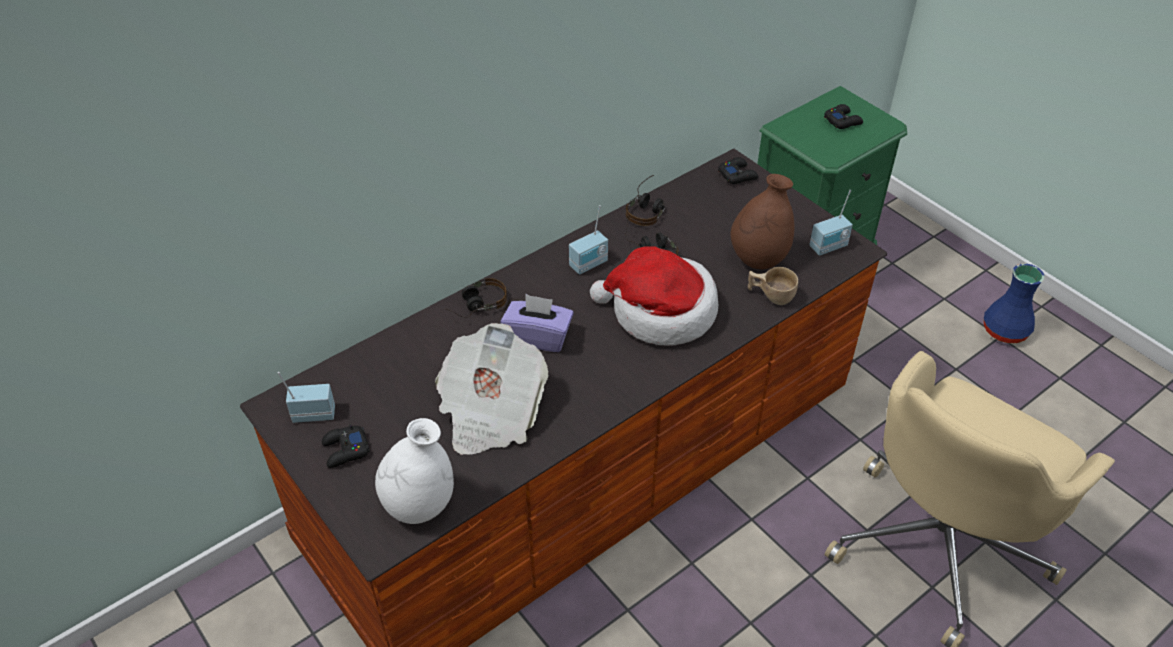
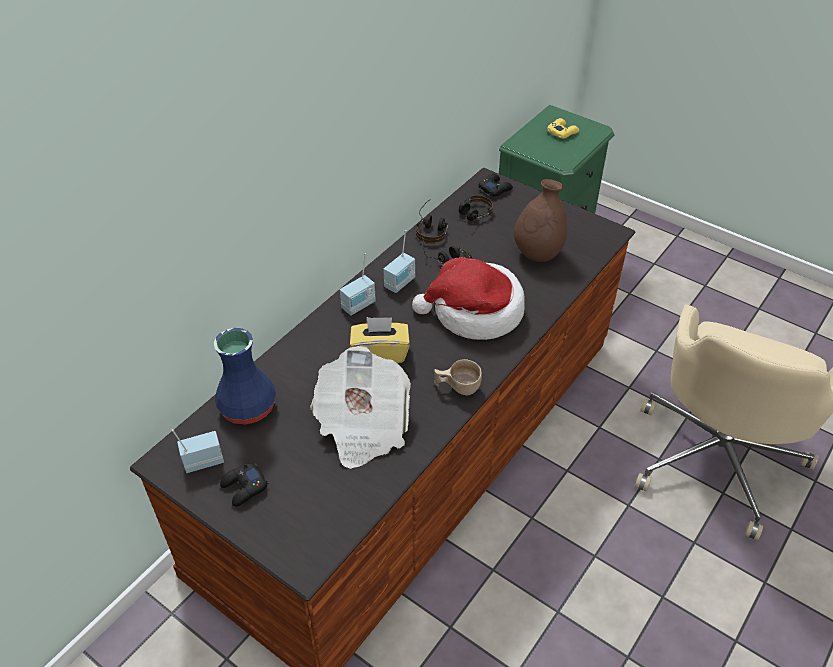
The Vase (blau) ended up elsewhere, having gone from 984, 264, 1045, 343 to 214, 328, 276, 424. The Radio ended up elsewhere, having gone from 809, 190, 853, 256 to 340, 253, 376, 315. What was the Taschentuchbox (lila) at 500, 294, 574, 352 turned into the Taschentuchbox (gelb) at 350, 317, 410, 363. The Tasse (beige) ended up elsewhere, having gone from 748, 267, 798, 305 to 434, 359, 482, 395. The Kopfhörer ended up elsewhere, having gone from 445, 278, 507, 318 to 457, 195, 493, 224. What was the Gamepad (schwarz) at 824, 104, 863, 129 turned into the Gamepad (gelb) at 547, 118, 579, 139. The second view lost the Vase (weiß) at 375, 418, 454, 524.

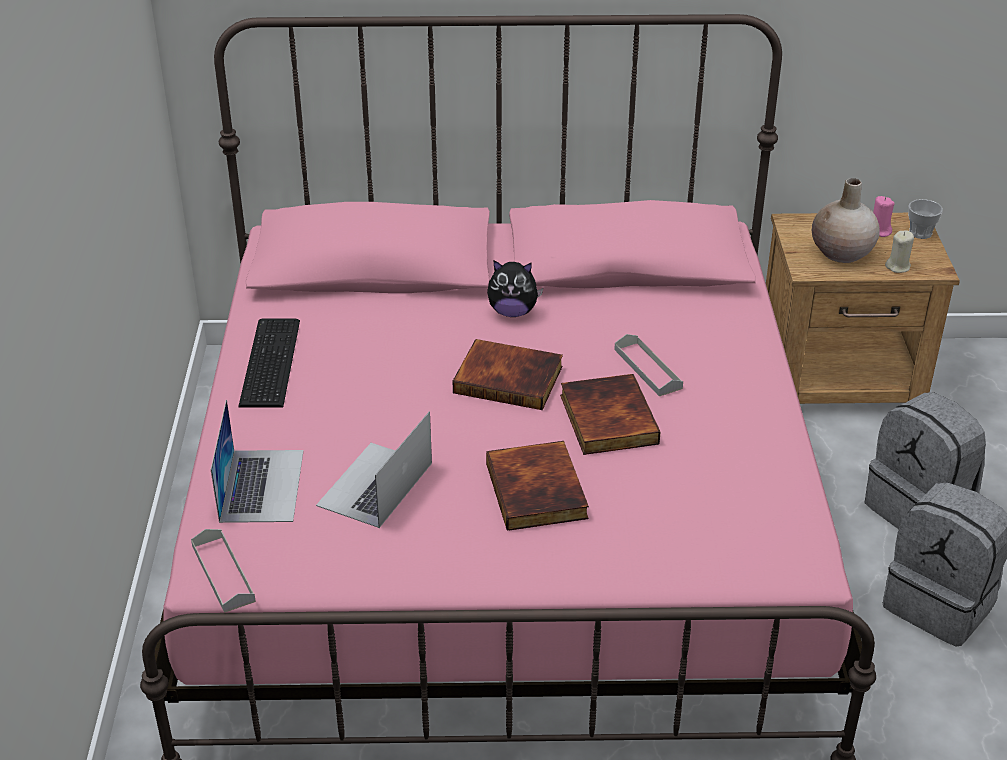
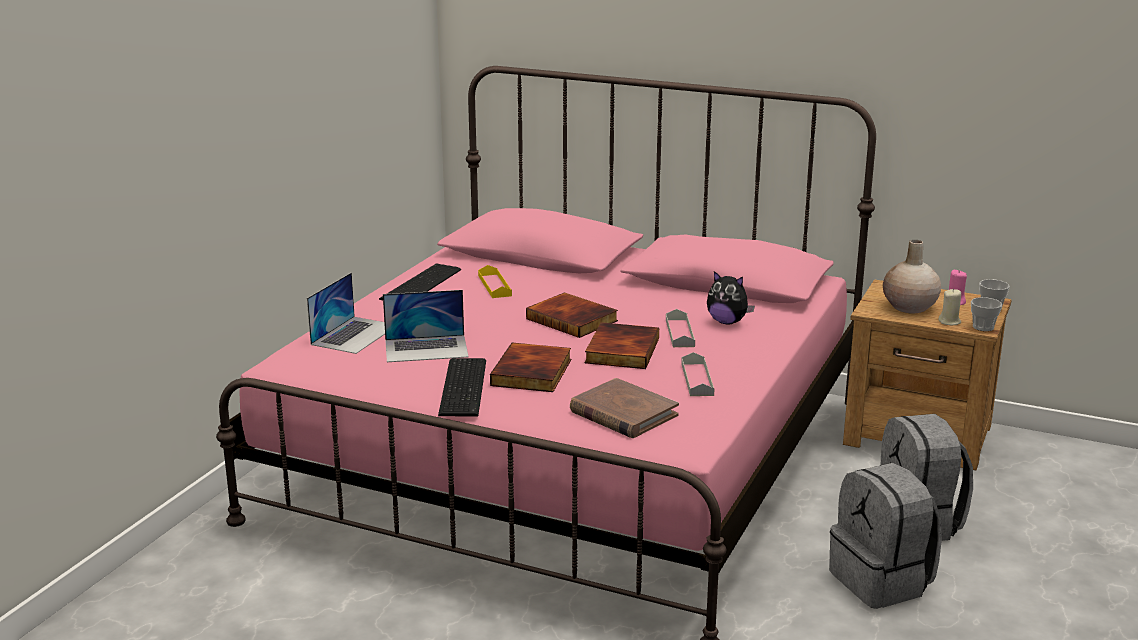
The Laptop at 316, 411, 432, 528 ended up facing another way, 150 degrees counterclockwise from before. The second view gained the Tastatur at 438, 358, 486, 416. The second view gained the Tablett (gelb) at 478, 265, 512, 298. The second view gained the Buch (braun) at 570, 378, 679, 438. The Tablett (grau) ended up elsewhere, having gone from 191, 529, 256, 613 to 681, 352, 715, 396. The Plüschtier ended up elsewhere, having gone from 487, 260, 543, 317 to 707, 271, 755, 324. The second view gained the Tasse at 971, 297, 1002, 331.

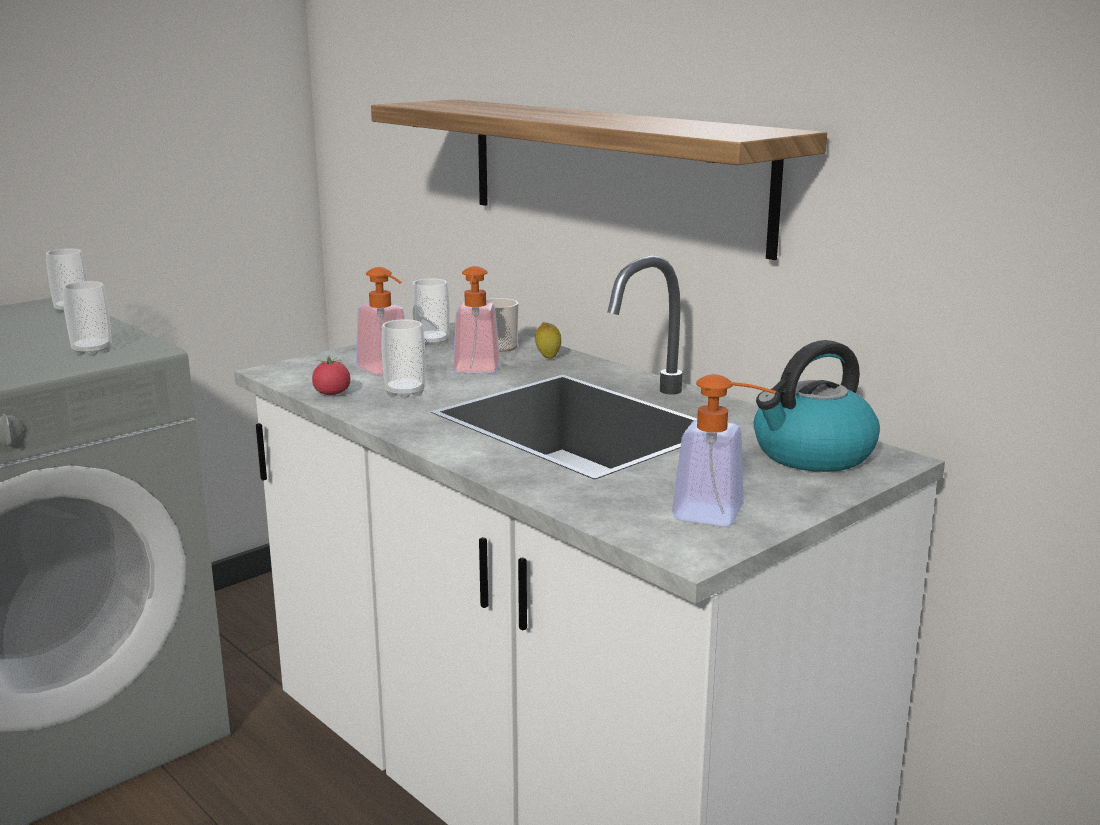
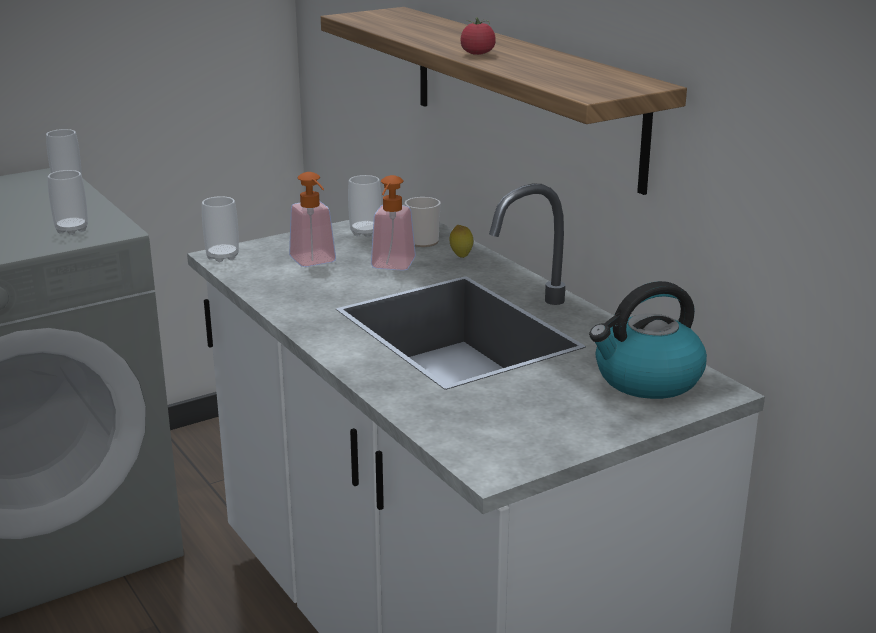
The Tasse ended up elsewhere, having gone from 381, 319, 426, 399 to 202, 196, 239, 262. The Tomate ended up elsewhere, having gone from 312, 356, 350, 395 to 460, 17, 496, 55. The second view lost the Seifenspender at 672, 374, 776, 526.

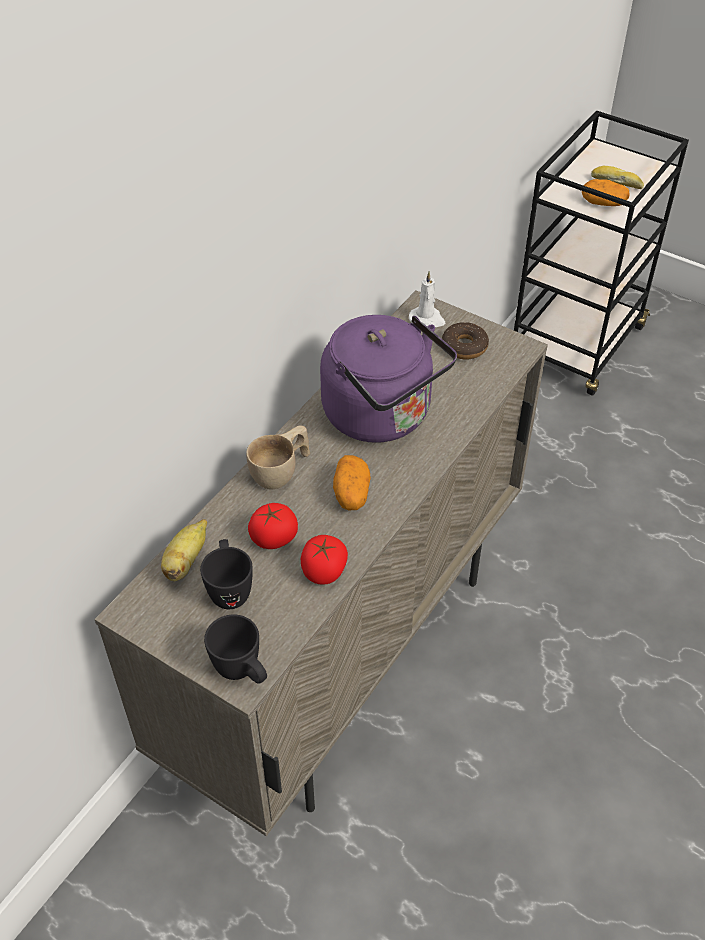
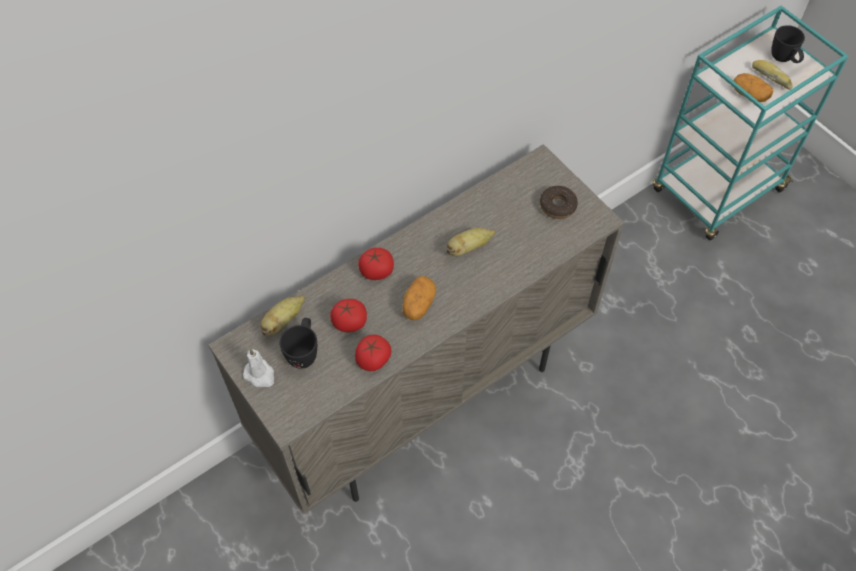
The Kerze (weiß) ended up elsewhere, having gone from 409, 271, 445, 327 to 243, 348, 274, 387. Where the Tasse (beige) stood at 246, 425, 310, 490, the Tomate came to stand at 358, 248, 394, 280. Where the Wasserkessel (lila) stood at 320, 315, 457, 443, the Banane came to stand at 447, 228, 496, 256. What was the Rollwagen (schwarz) at 514, 110, 689, 396 turned into the Rollwagen (türkis) at 652, 5, 849, 240. The Henkelbecher (schwarz) ended up elsewhere, having gone from 204, 614, 267, 684 to 771, 25, 805, 63.

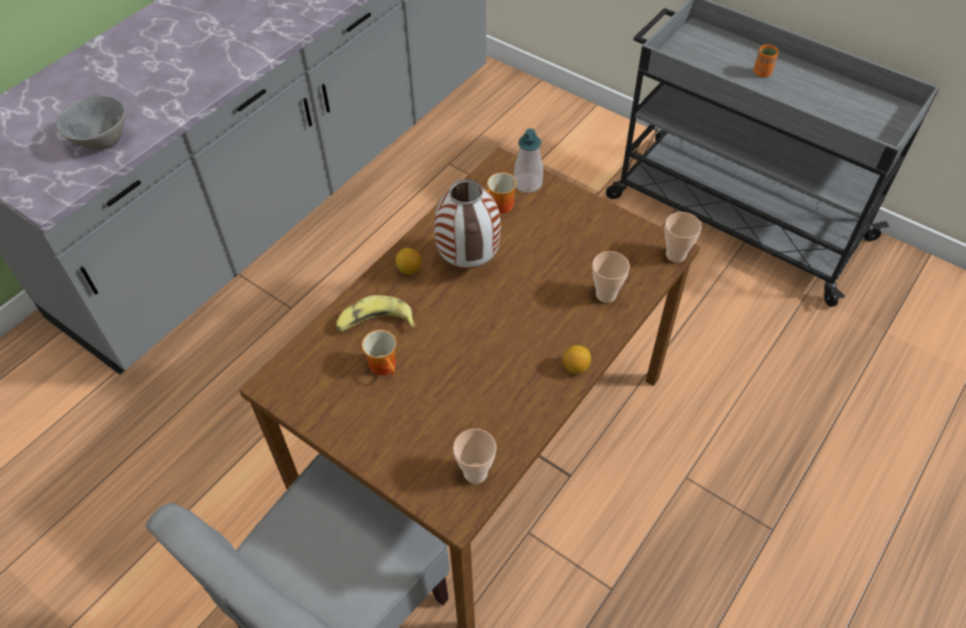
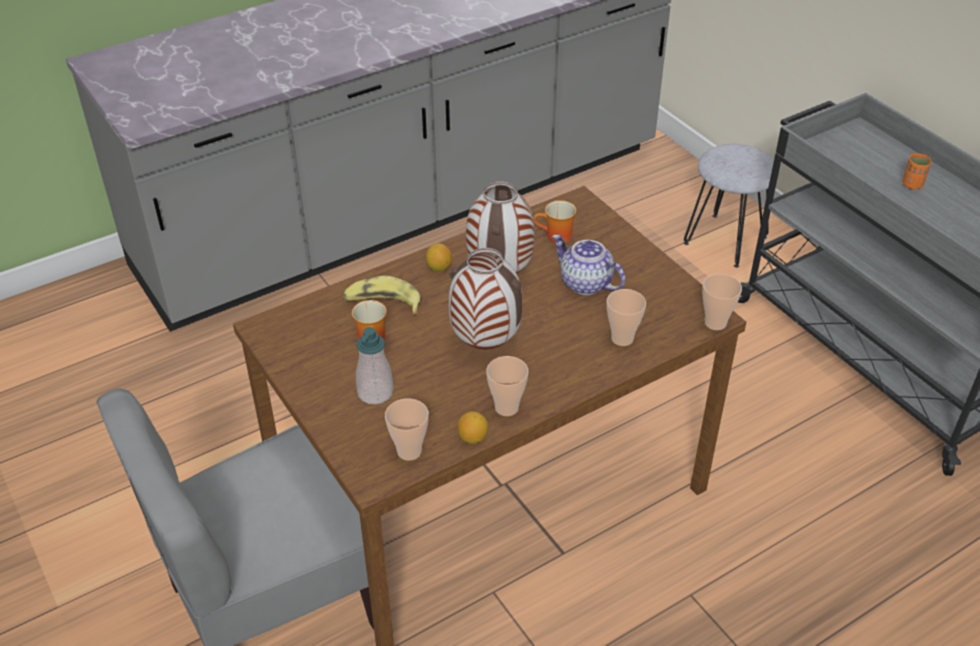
The Seifenspender ended up elsewhere, having gone from 514, 129, 543, 193 to 356, 327, 393, 405. The second view gained the Vase at 449, 248, 522, 350. The Zitrone ended up elsewhere, having gone from 563, 345, 591, 374 to 457, 411, 488, 444. The second view gained the Tasse at 486, 356, 528, 416. The second view gained the Teekanne at 552, 235, 625, 295. The second view gained the Hocker (grau) at 683, 144, 779, 268. The second view lost the Schüssel (grau) at 56, 96, 126, 150.

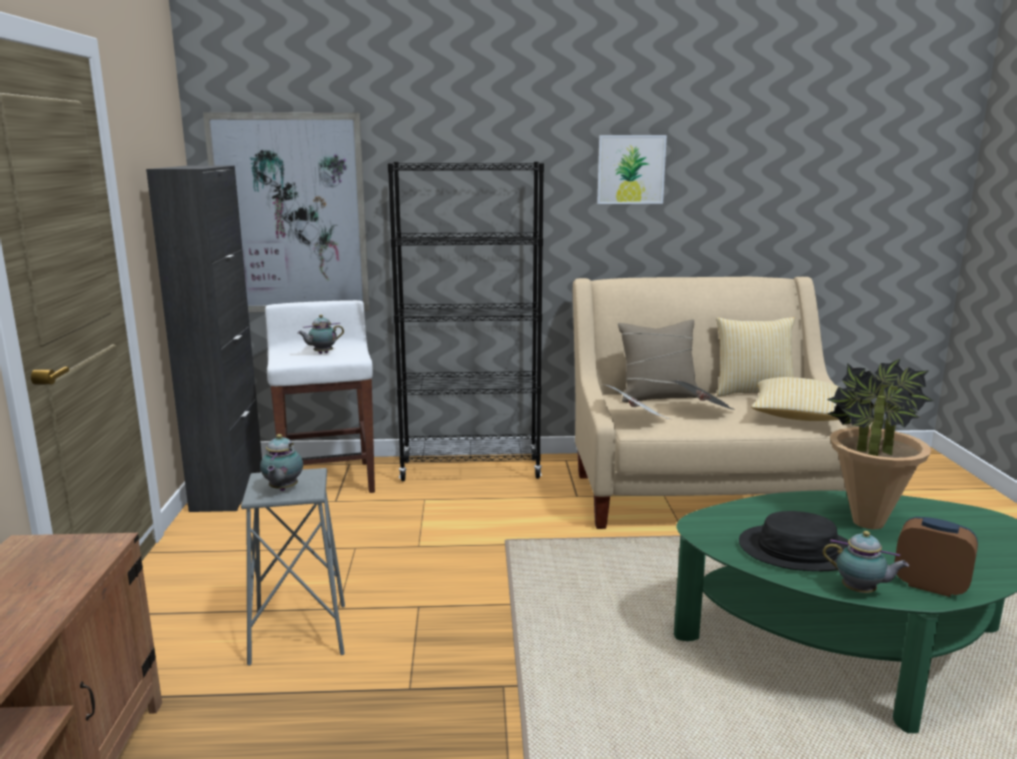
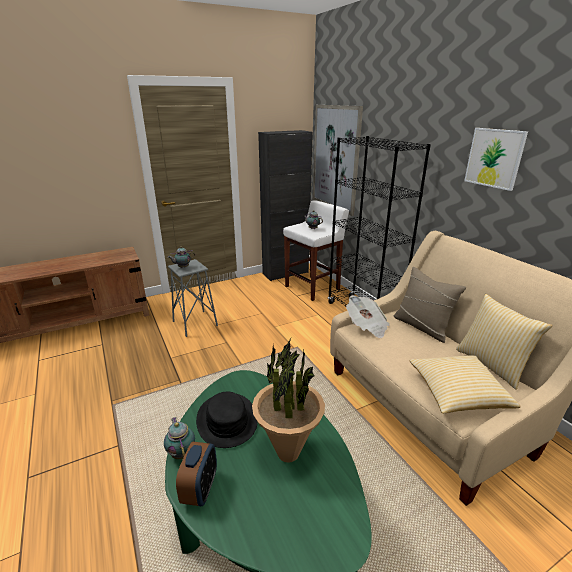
The Teekanne at 823, 531, 909, 593 ended up facing another way, 150 degrees clockwise from before. The second view lost the Zeitung at 672, 381, 736, 410.

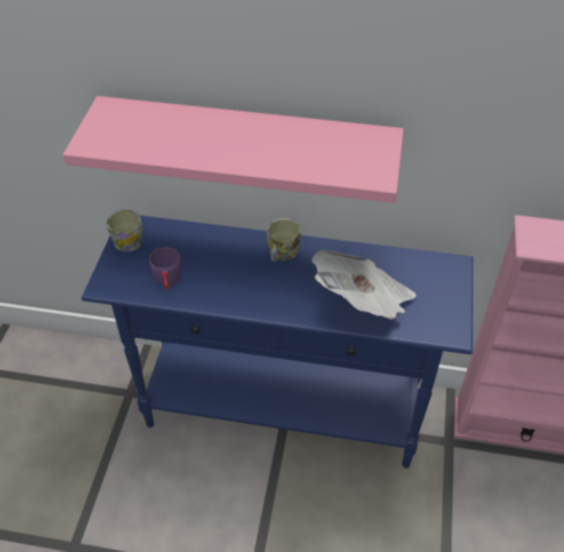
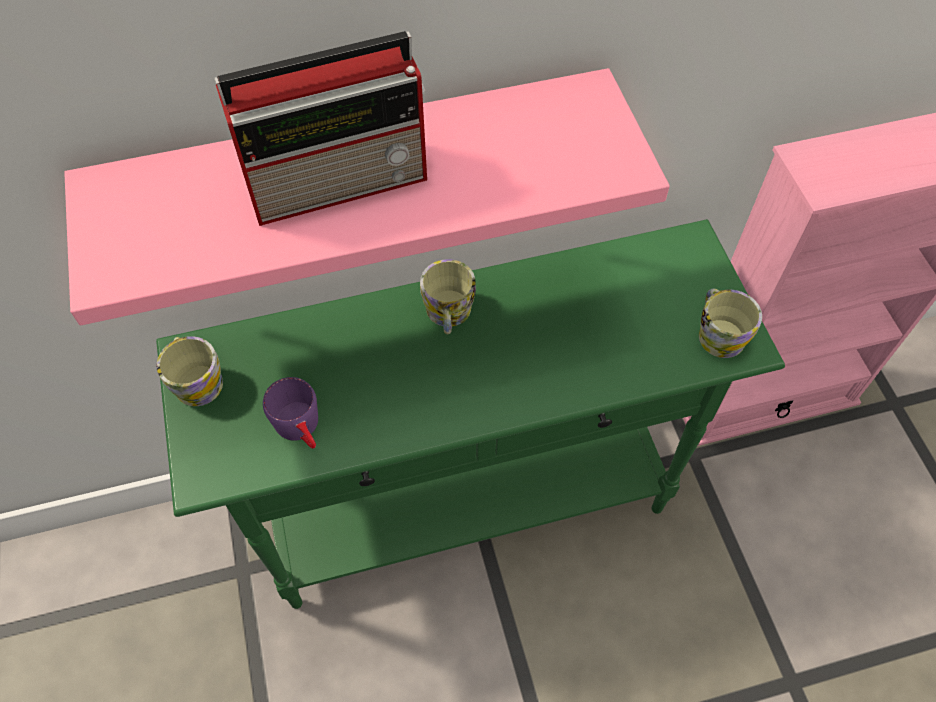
What was the Konsolentisch (blau) at 82, 215, 473, 468 turned into the Konsolentisch (grün) at 156, 219, 785, 609. The second view gained the Radio at 215, 31, 427, 226. The second view gained the Henkelbecher at 699, 289, 762, 358. The second view lost the Zeitung at 312, 250, 416, 319.

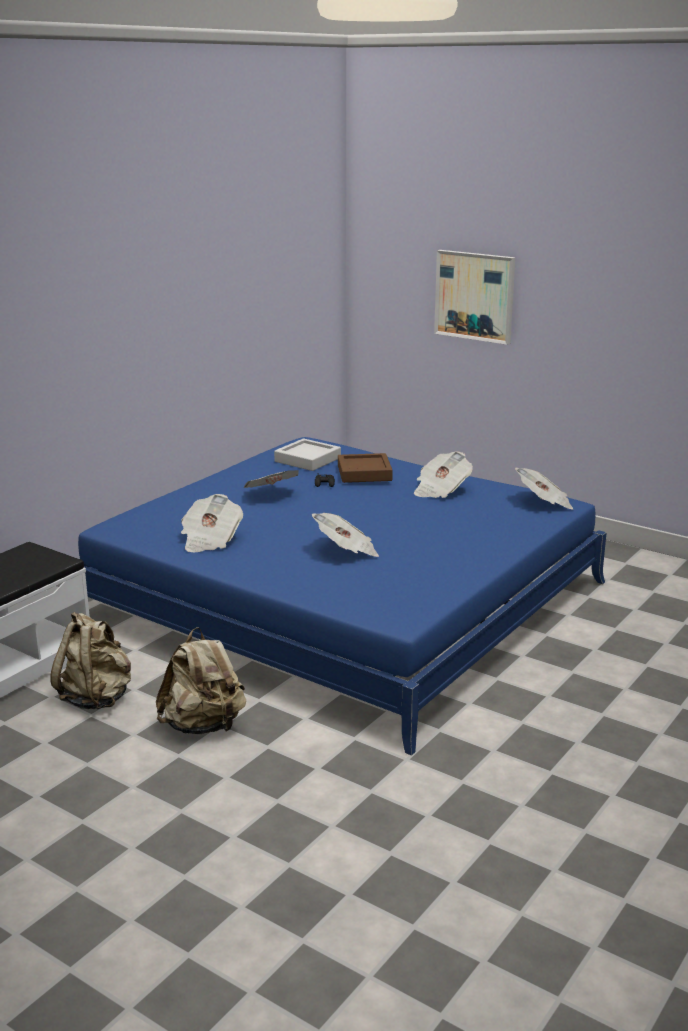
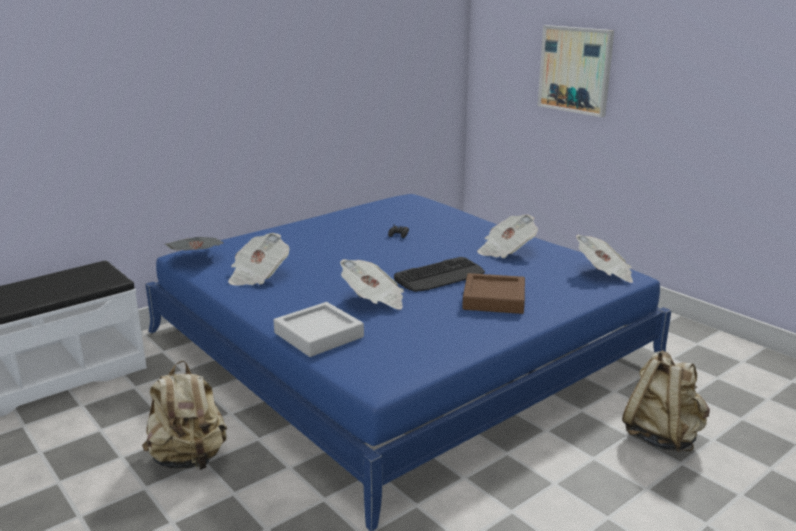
The Zeitung ended up elsewhere, having gone from 244, 470, 299, 488 to 165, 237, 224, 250. The Tablett (grau) ended up elsewhere, having gone from 274, 439, 341, 471 to 274, 302, 364, 357. The second view gained the Tastatur at 394, 257, 485, 292. The Tablett (braun) ended up elsewhere, having gone from 338, 453, 393, 483 to 462, 273, 525, 314. The Rucksack (beige) ended up elsewhere, having gone from 50, 612, 131, 709 to 622, 350, 710, 452.

